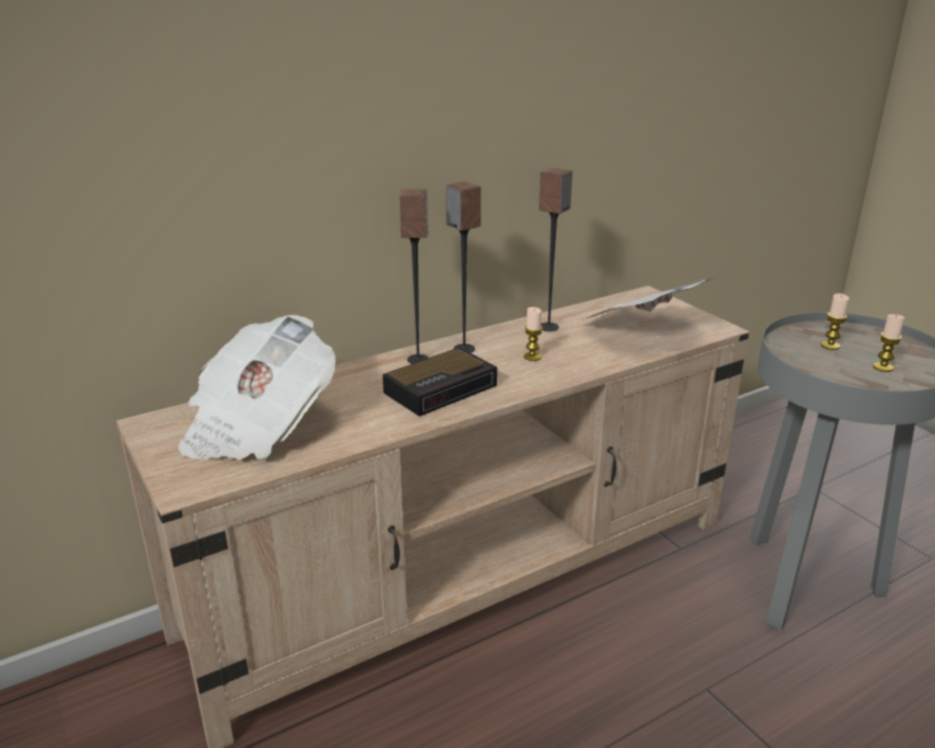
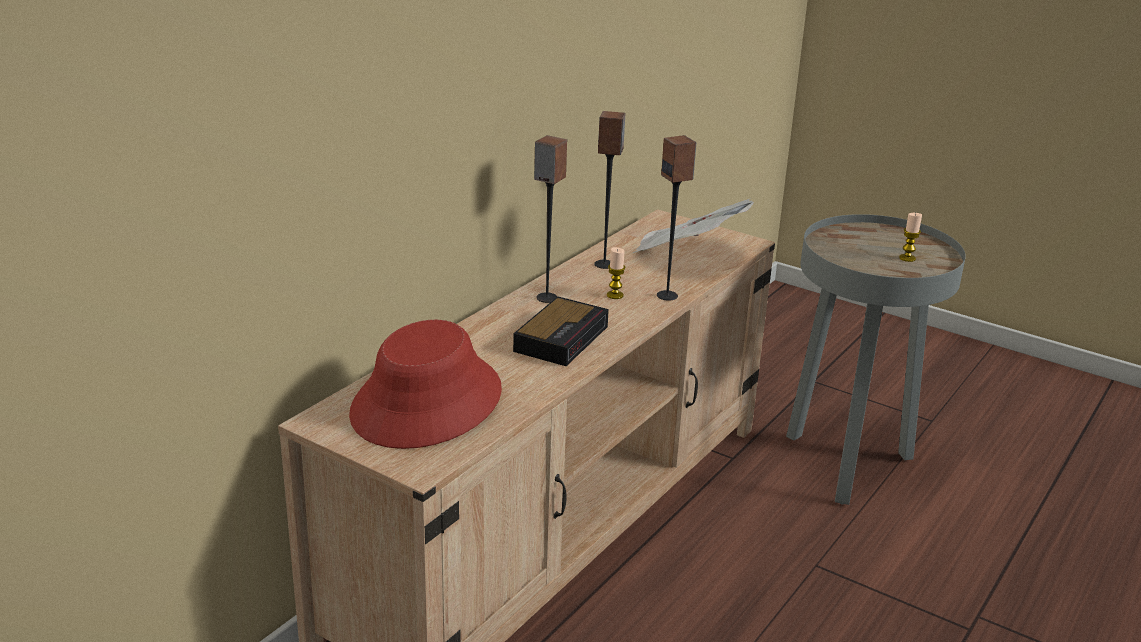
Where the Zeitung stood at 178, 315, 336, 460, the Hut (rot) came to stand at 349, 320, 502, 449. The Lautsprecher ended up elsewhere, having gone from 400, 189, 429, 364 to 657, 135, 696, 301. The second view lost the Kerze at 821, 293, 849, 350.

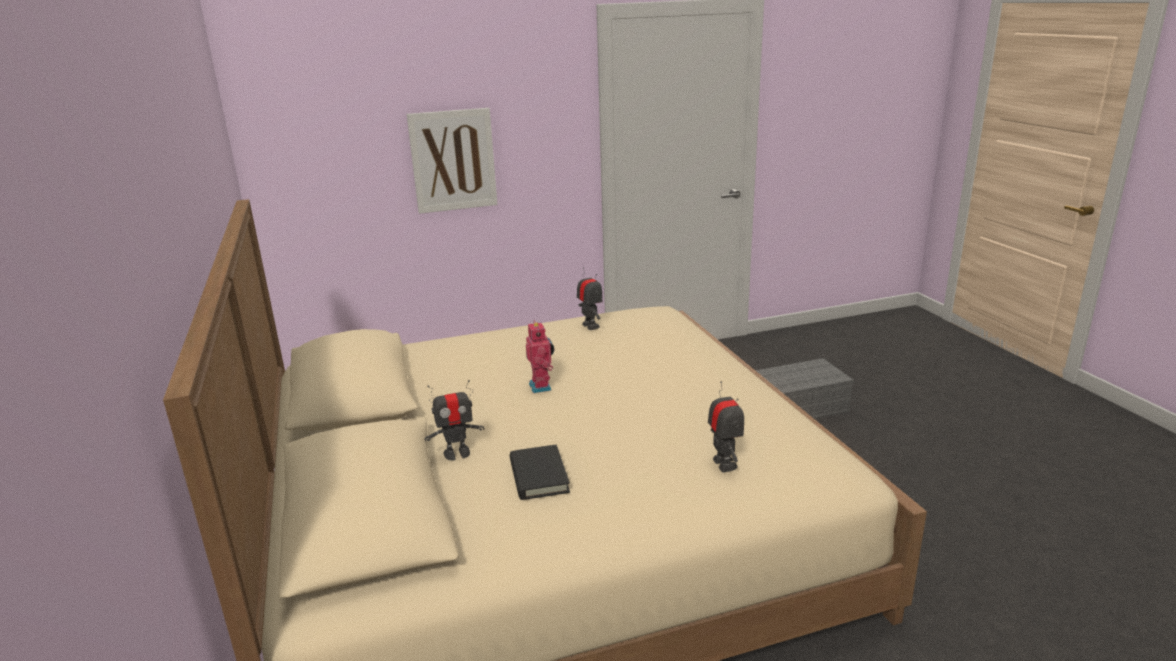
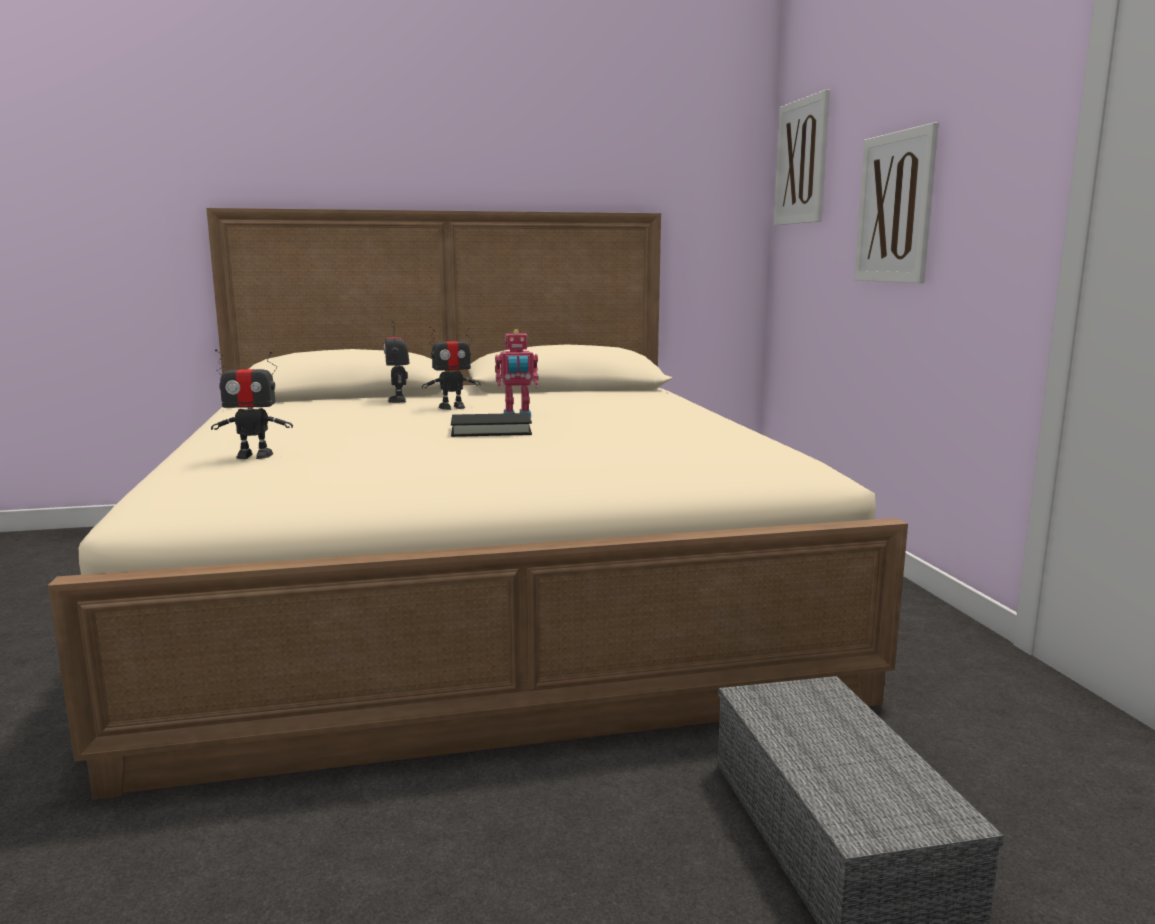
The Spielzeugroboter ended up elsewhere, having gone from 577, 267, 602, 330 to 422, 326, 481, 410. The Buch (schwarz) ended up elsewhere, having gone from 510, 445, 570, 500 to 451, 413, 532, 437. The second view gained the Bild at 774, 89, 830, 225.

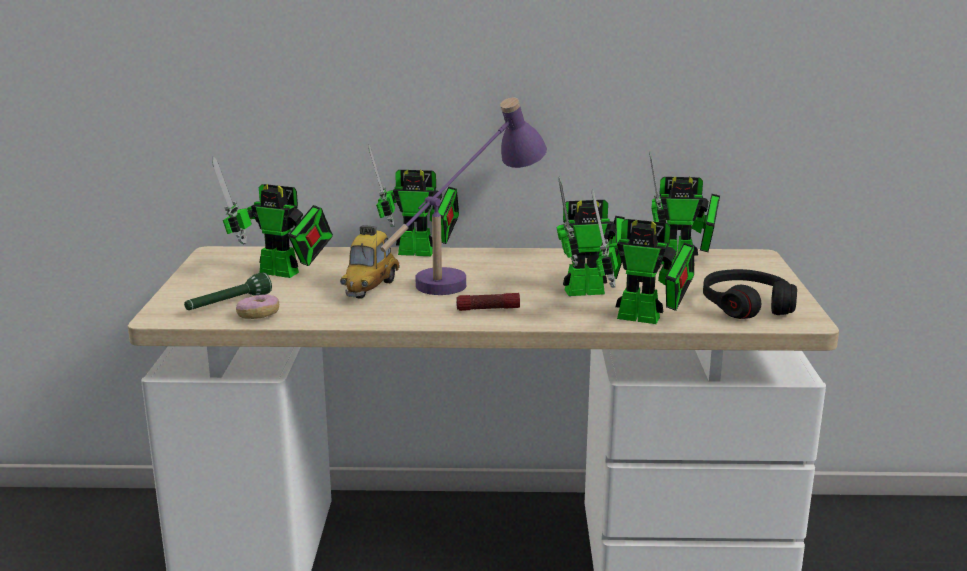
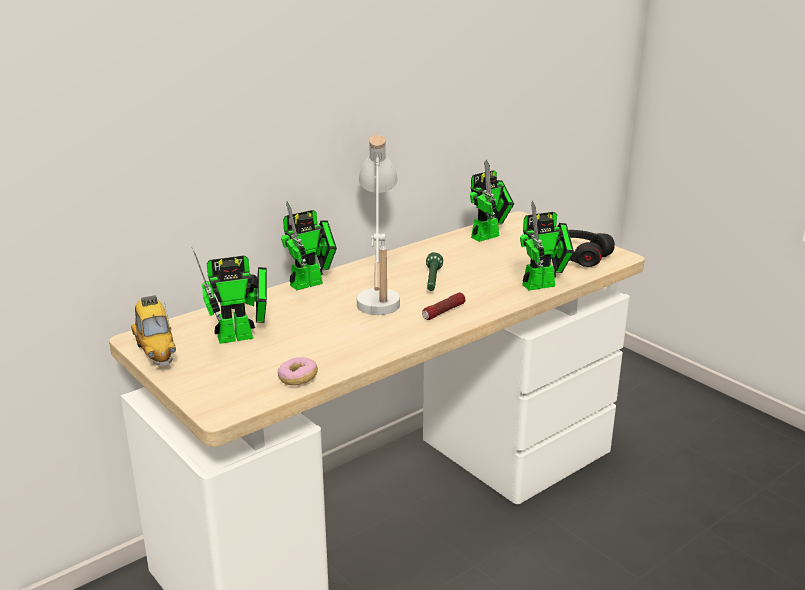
The Spielzeugauto ended up elsewhere, having gone from 340, 225, 400, 299 to 131, 295, 176, 367. What was the Tischlampe (lila) at 380, 98, 547, 295 turned into the Tischlampe (weiß) at 357, 135, 400, 315. The Taschenlampe (grün) ended up elsewhere, having gone from 184, 272, 272, 310 to 426, 252, 443, 291. The second view lost the Spielzeugroboter at 556, 176, 625, 296.

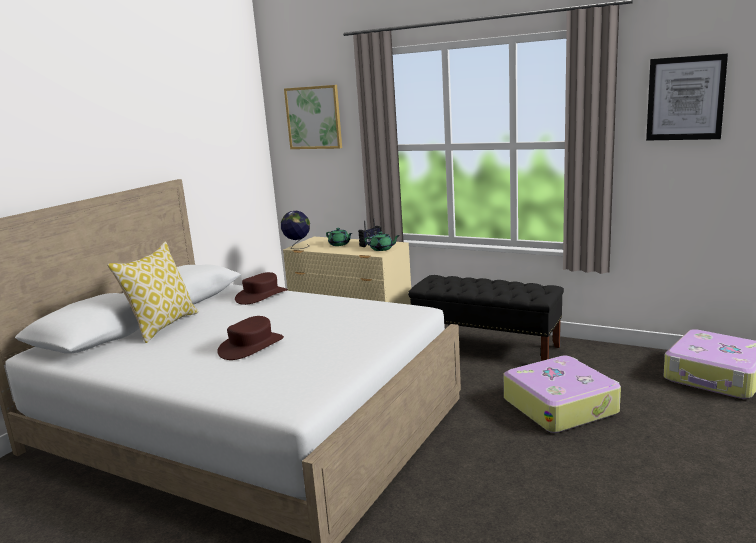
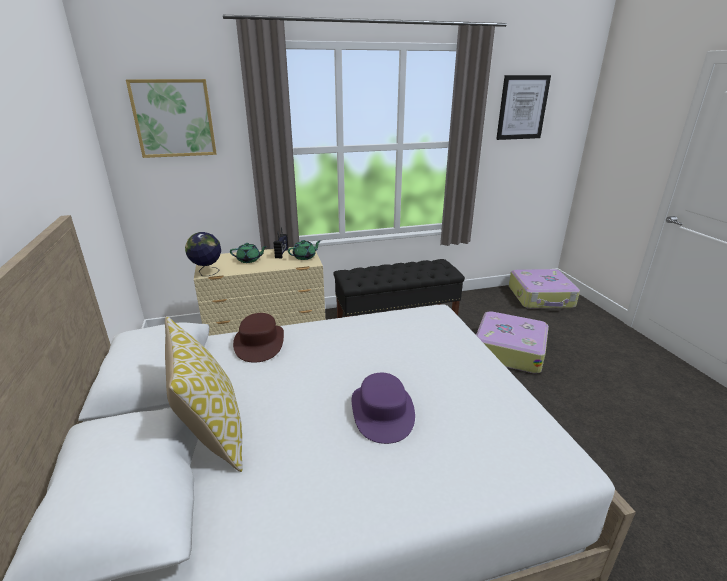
What was the Hut (braun) at 217, 316, 284, 360 turned into the Hut (lila) at 352, 373, 415, 444.

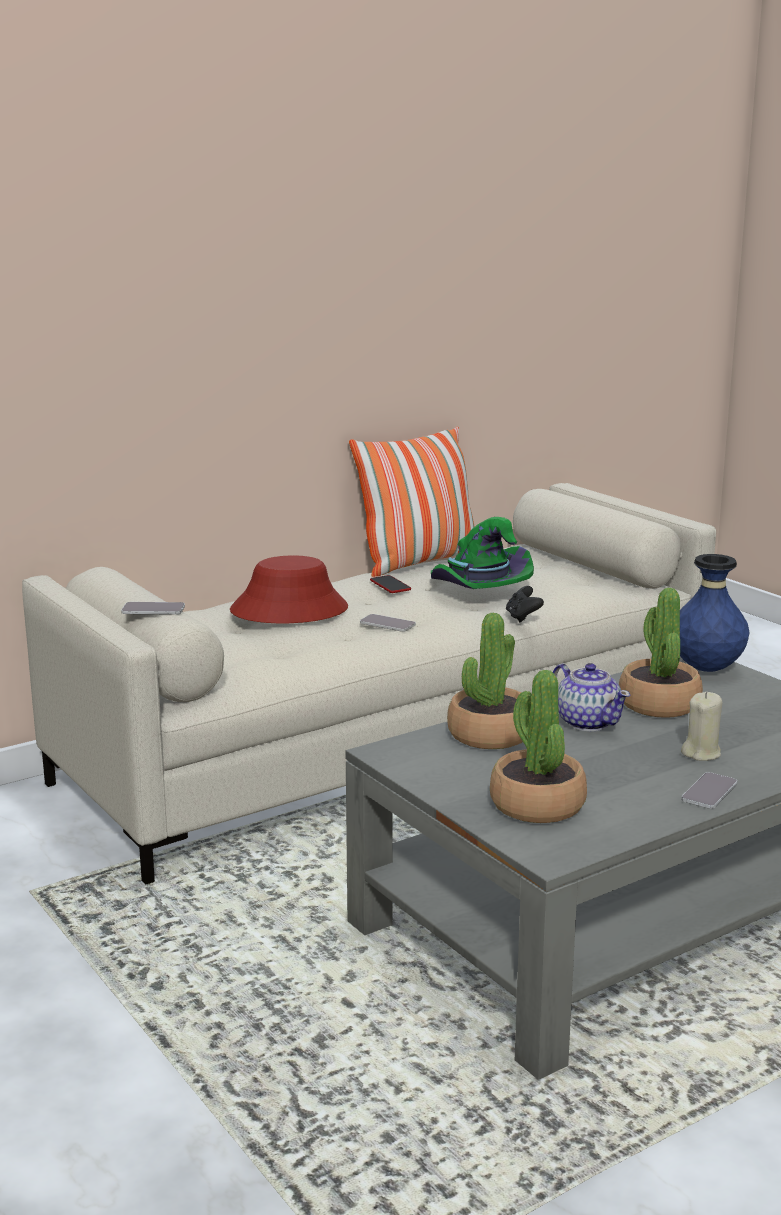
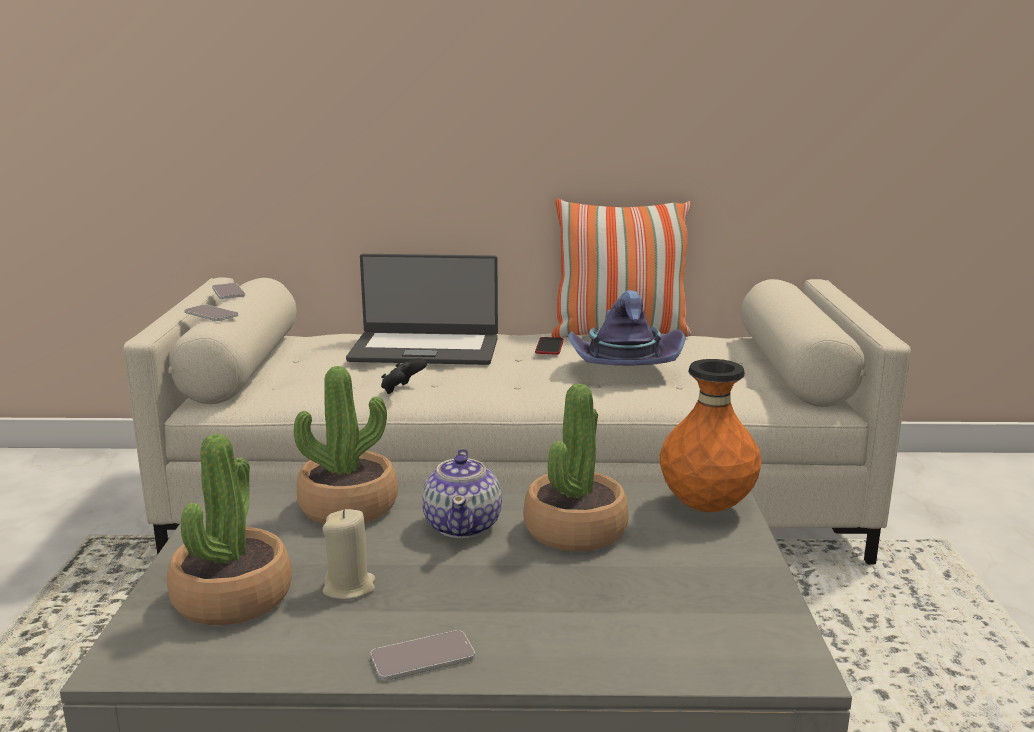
The Handy ended up elsewhere, having gone from 360, 614, 416, 632 to 212, 283, 245, 299. The Kerze (beige) ended up elsewhere, having gone from 681, 692, 722, 761 to 322, 509, 375, 600. Where the Hut (rot) stood at 230, 556, 348, 623, the Laptop came to stand at 346, 254, 498, 365. The Gamepad (schwarz) ended up elsewhere, having gone from 506, 586, 544, 622 to 381, 358, 427, 394. What was the Hut (grün) at 431, 517, 534, 589 turned into the Hut (lila) at 568, 290, 686, 366. What was the Vase (blau) at 680, 554, 750, 672 turned into the Vase (orange) at 660, 359, 762, 512.

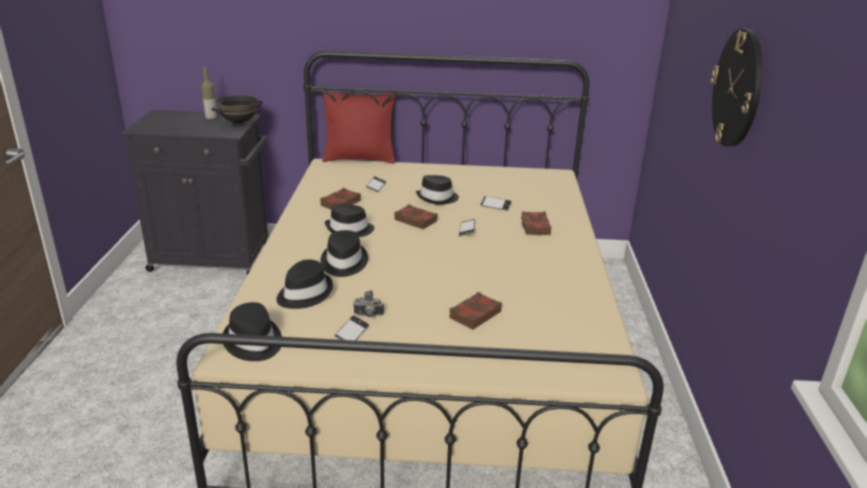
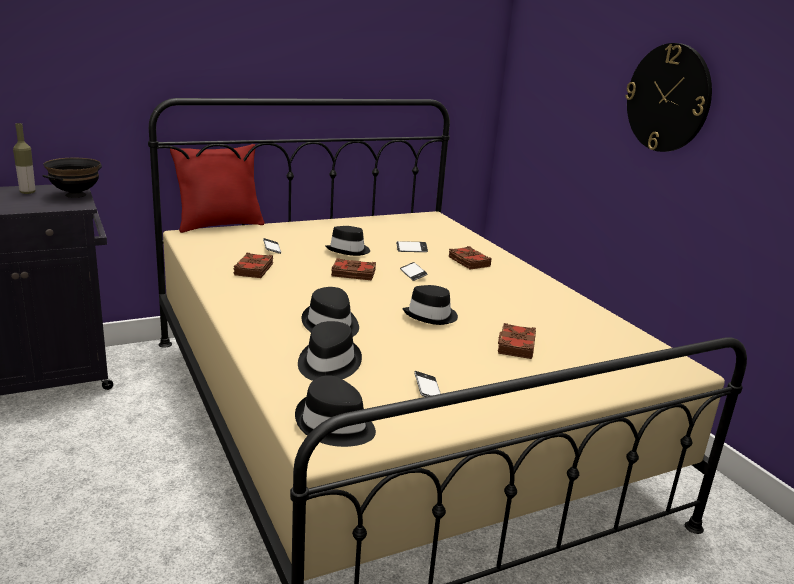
The Hut (schwarz) ended up elsewhere, having gone from 325, 204, 374, 237 to 402, 285, 458, 325. The second view lost the Kamera at 354, 290, 384, 317.

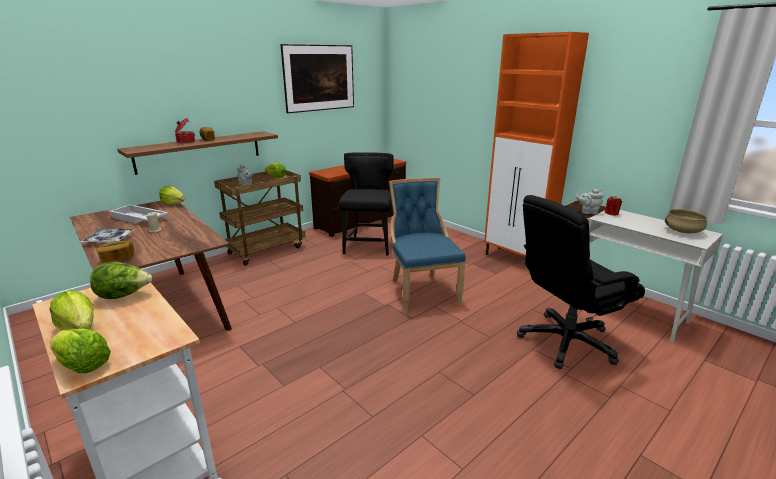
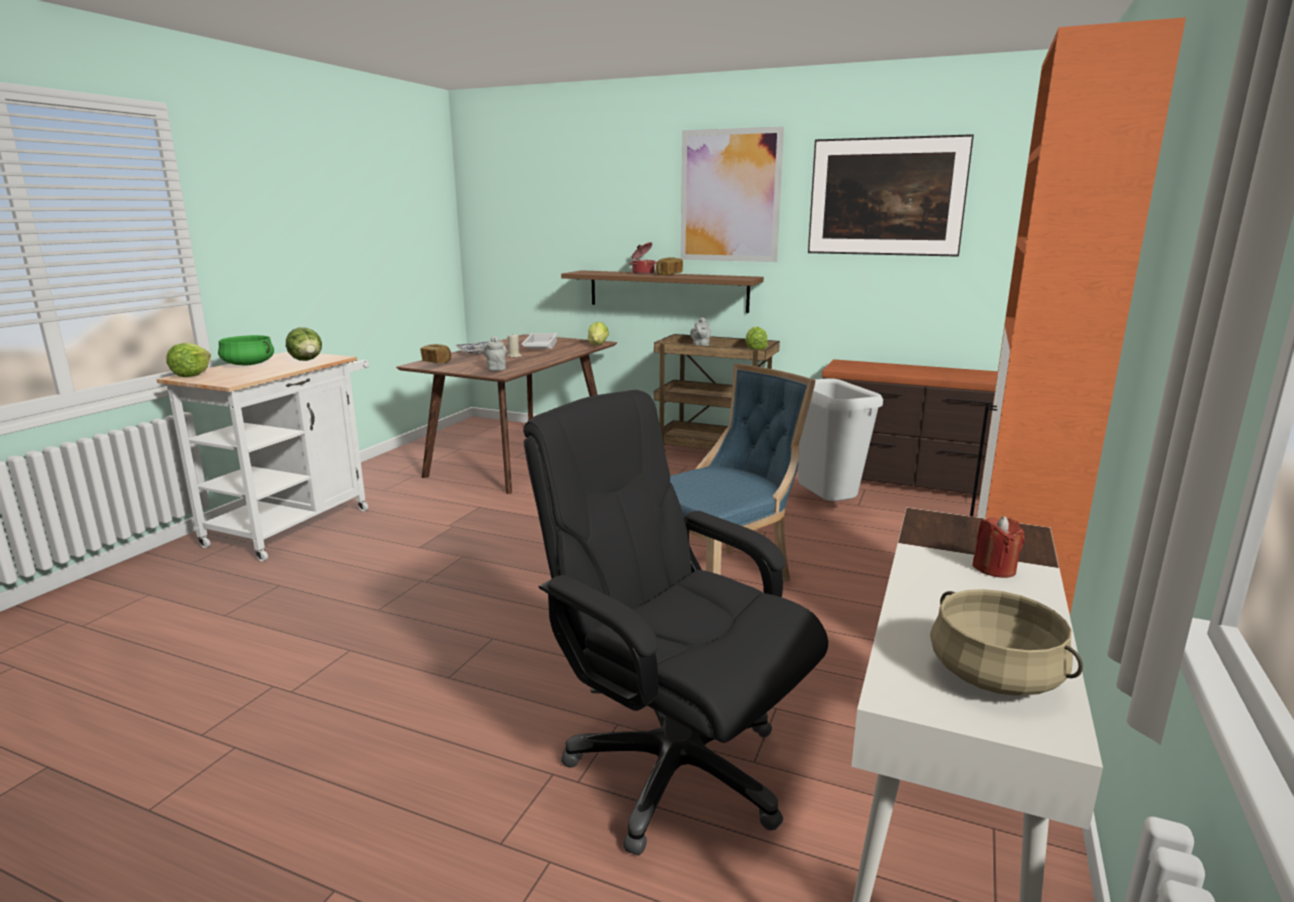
Where the Salatkopf stood at 49, 290, 94, 330, the Kochtopf (grün) came to stand at 218, 335, 274, 366. The Teekanne (grau) ended up elsewhere, having gone from 576, 189, 604, 215 to 483, 336, 507, 371. The second view gained the Bild at 680, 126, 784, 262. Where the Stuhl (schwarz) stood at 339, 152, 394, 256, the Mülleimer (grau) came to stand at 798, 378, 883, 501.

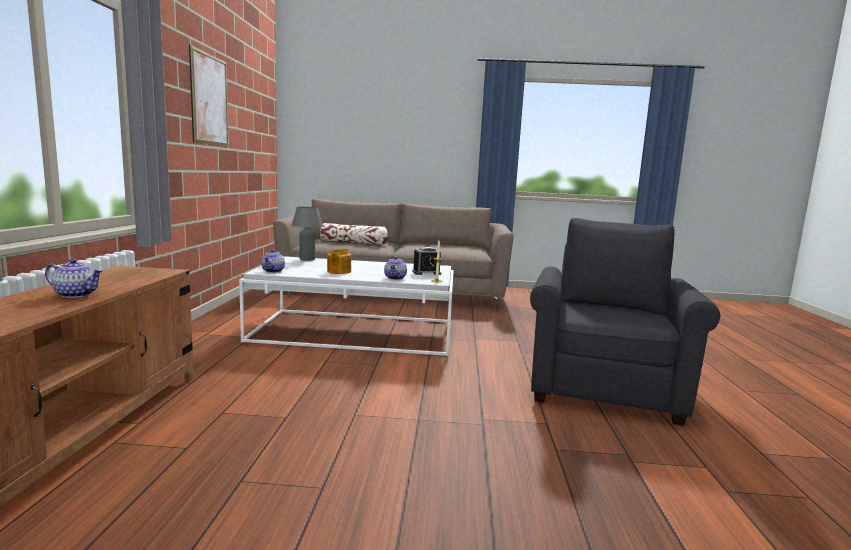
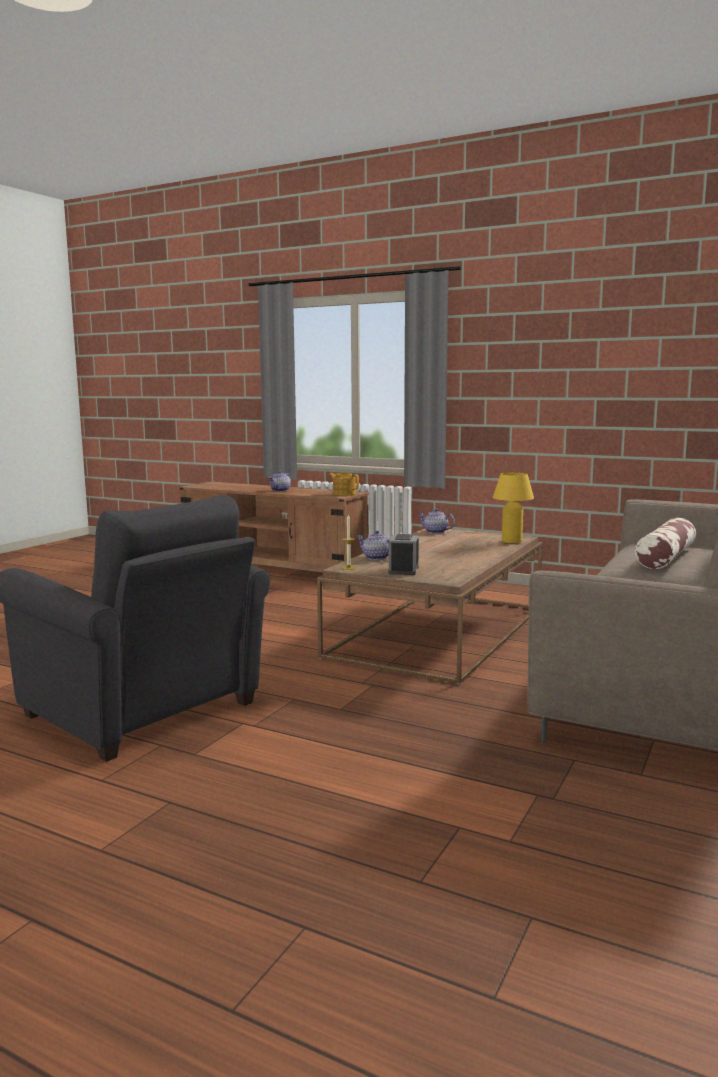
What was the Couchtisch (weiß) at 239, 256, 454, 356 turned into the Couchtisch (braun) at 317, 529, 543, 684. The Teekanne ended up elsewhere, having gone from 327, 248, 351, 274 to 329, 473, 359, 496. What was the Tischlampe (grau) at 291, 207, 323, 261 turned into the Tischlampe (gelb) at 493, 473, 534, 543. The second view lost the Bild at 189, 44, 229, 147.

